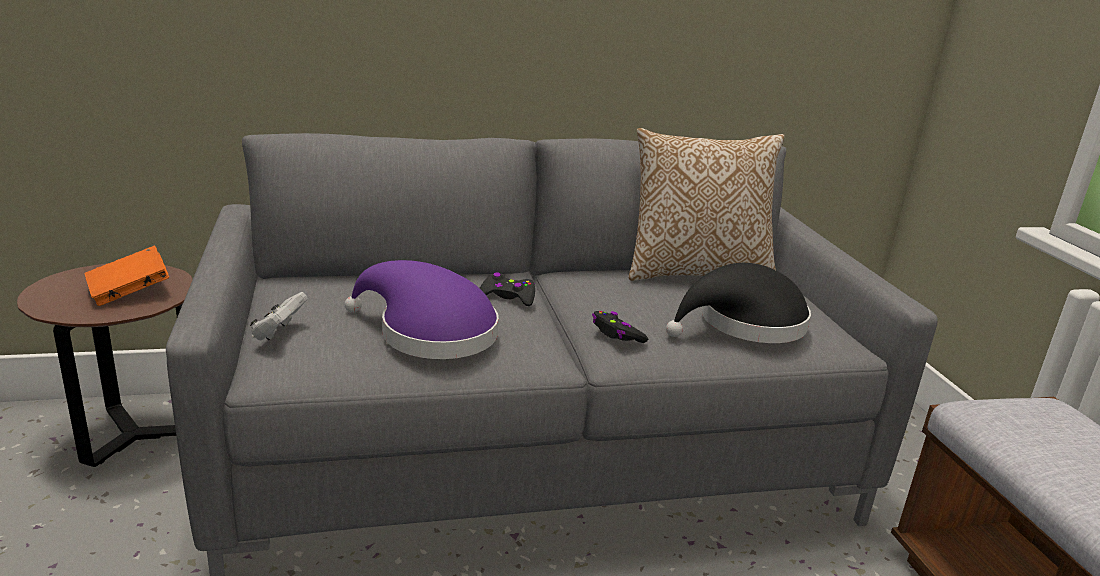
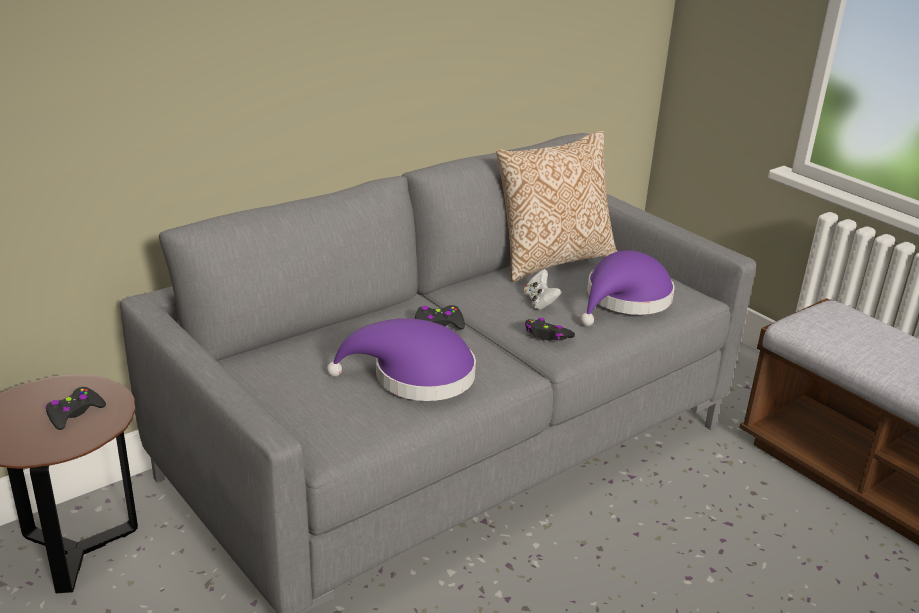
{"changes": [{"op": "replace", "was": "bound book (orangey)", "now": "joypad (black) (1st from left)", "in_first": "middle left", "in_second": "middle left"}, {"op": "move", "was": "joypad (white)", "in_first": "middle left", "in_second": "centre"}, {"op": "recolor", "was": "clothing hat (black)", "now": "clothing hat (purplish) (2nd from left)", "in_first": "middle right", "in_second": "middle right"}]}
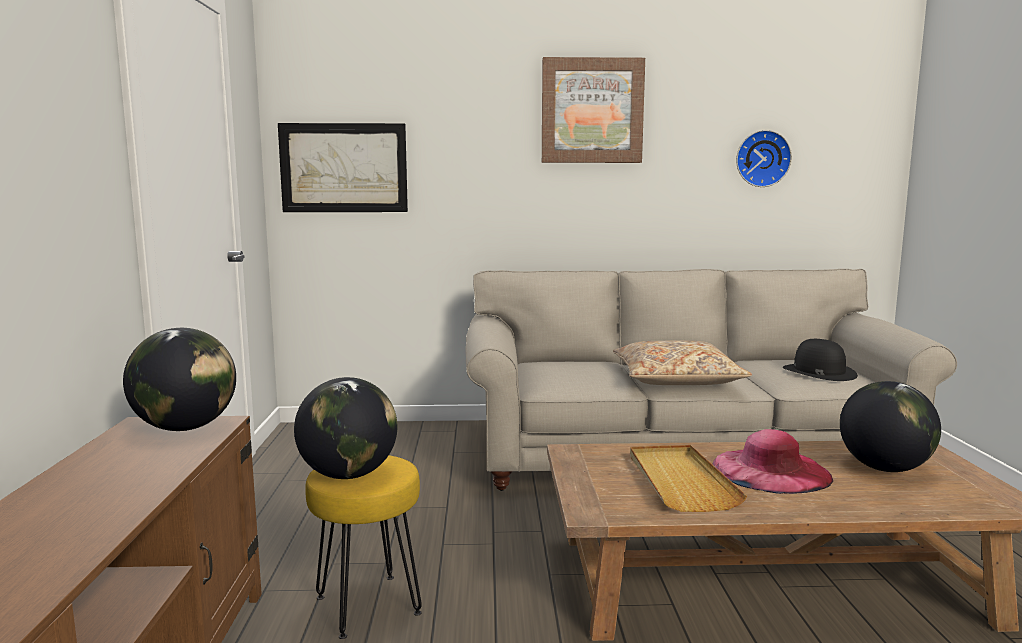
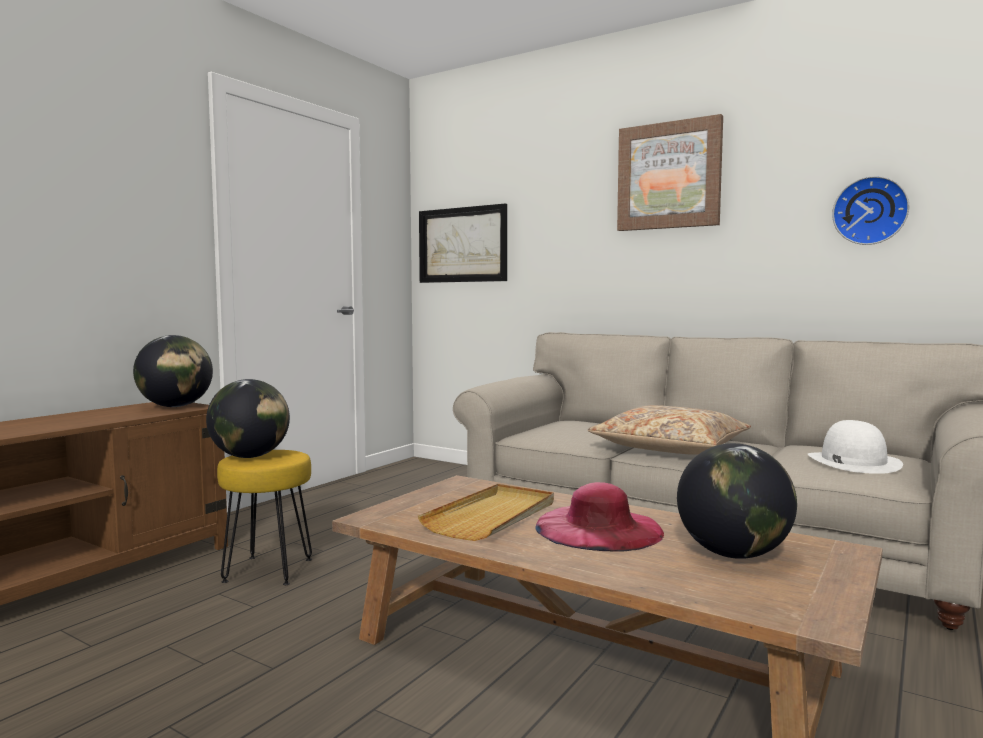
{"changes": [{"op": "recolor", "was": "clothing hat (black)", "now": "clothing hat (white)", "in_first": "middle right", "in_second": "middle right"}]}
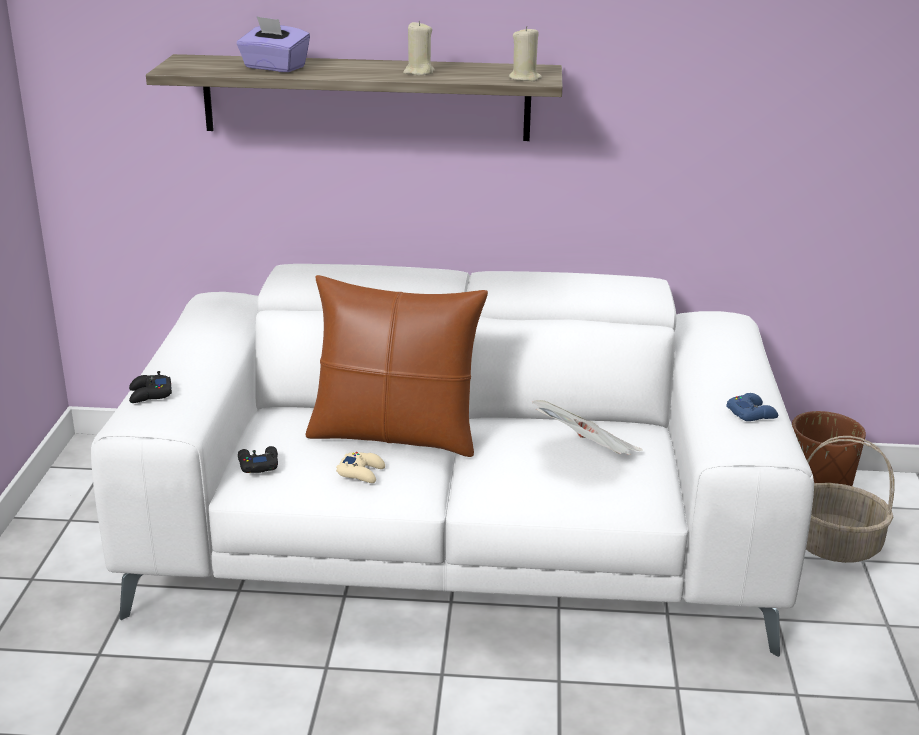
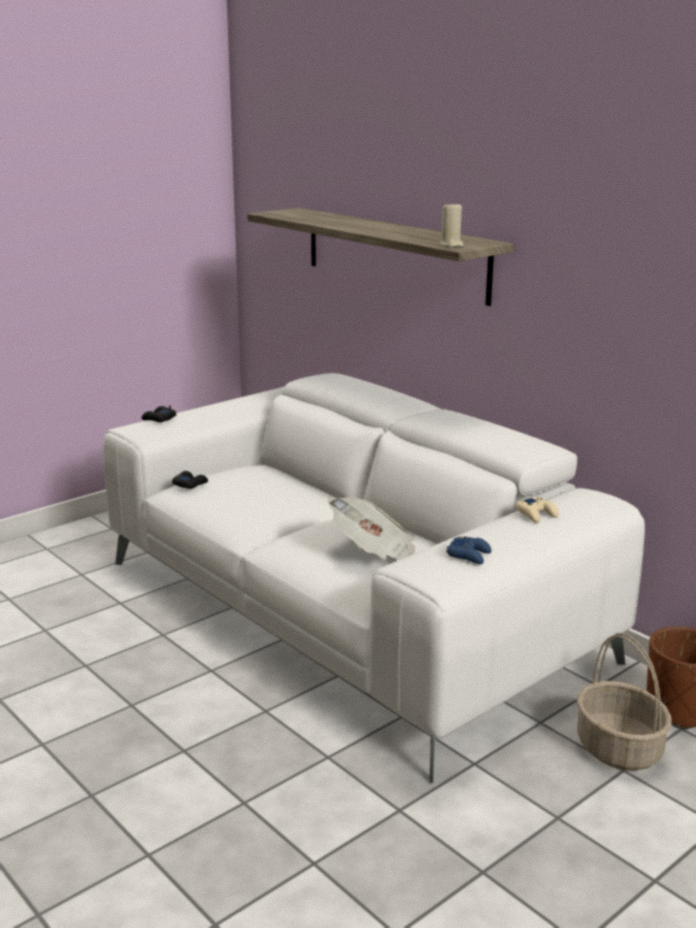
{"changes": [{"op": "delete", "was": "tissue box (purplish)", "in_first": "top left"}, {"op": "delete", "was": "cushion (brownish)", "in_first": "centre"}, {"op": "move", "was": "joypad (sand-coloured)", "in_first": "centre", "in_second": "middle right"}, {"op": "delete", "was": "wax candle (sand-coloured) (1st from left)", "in_first": "top centre"}]}
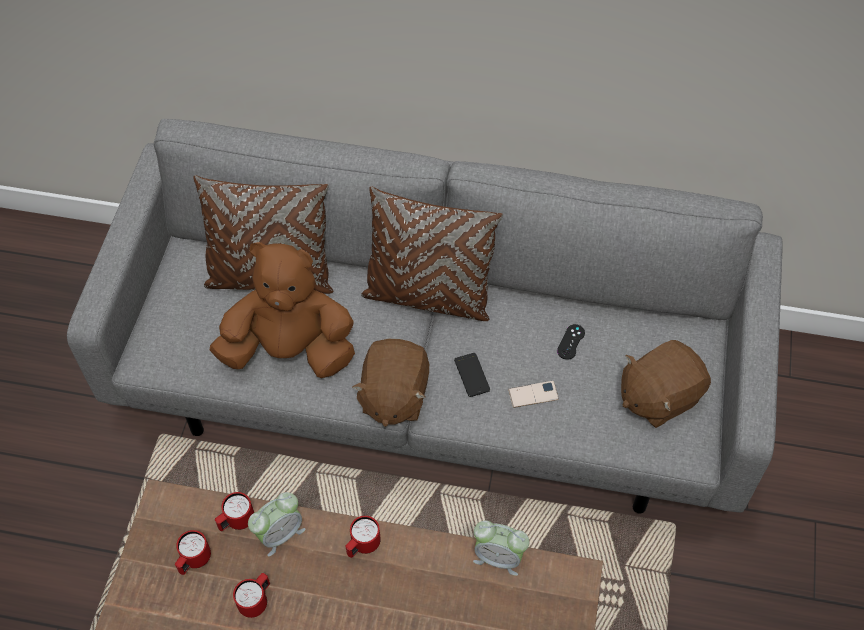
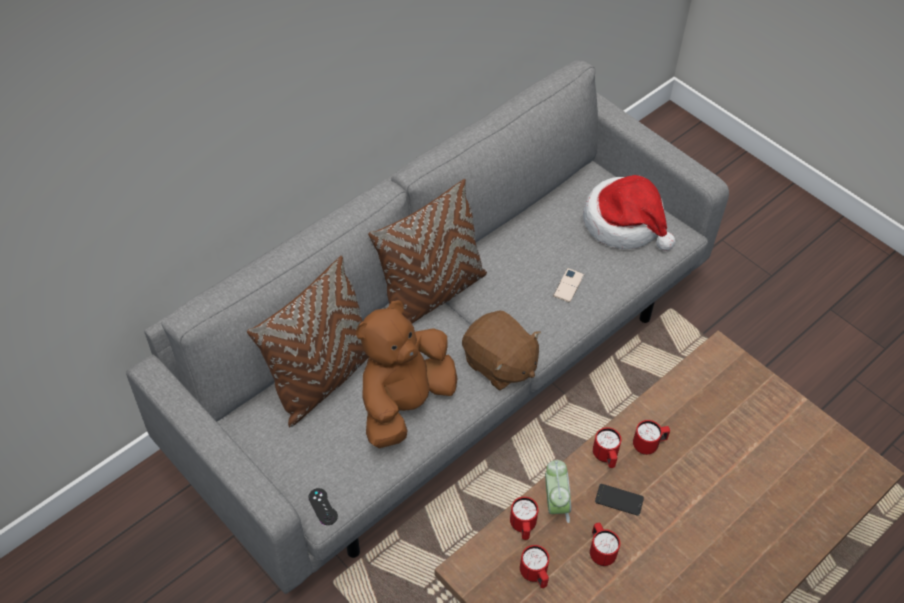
{"changes": [{"op": "move", "was": "telephone (1st from left in the first image)", "now": "telephone (2nd from left)", "in_first": "centre", "in_second": "bottom right"}, {"op": "delete", "was": "table clock (2nd from left)", "in_first": "bottom centre"}, {"op": "move", "was": "joypad (black)", "in_first": "centre", "in_second": "bottom centre"}, {"op": "replace", "was": "plush toy (brownish) (3rd from left)", "now": "clothing hat", "in_first": "middle right", "in_second": "middle right"}, {"op": "insert", "now": "tea mug (red-coloured) (5th from left)", "in_second": "bottom right"}]}
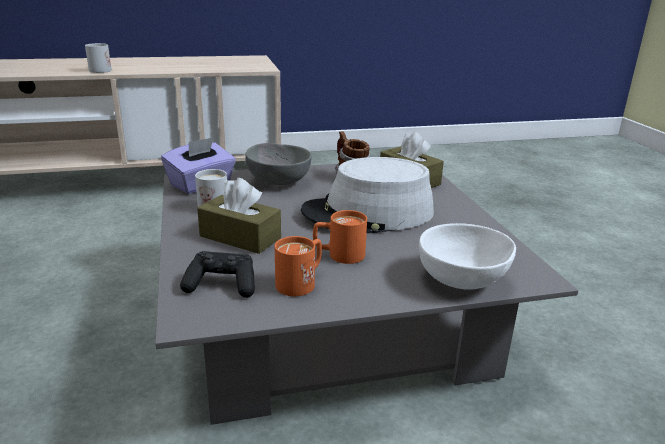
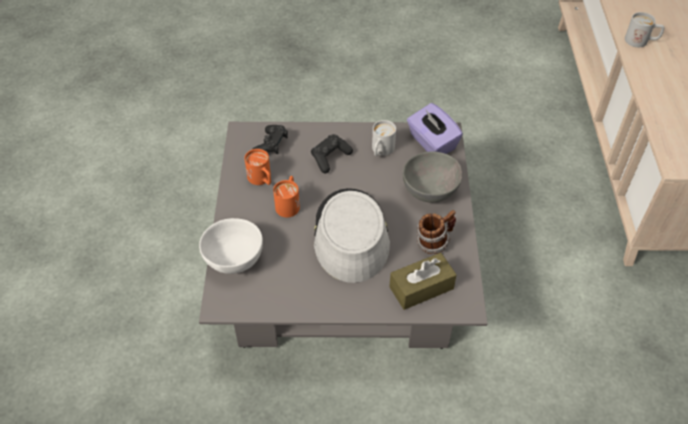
{"changes": [{"op": "replace", "was": "tissue box (brownish) (1st from left)", "now": "joypad (black) (2nd from left)", "in_first": "centre", "in_second": "centre"}]}
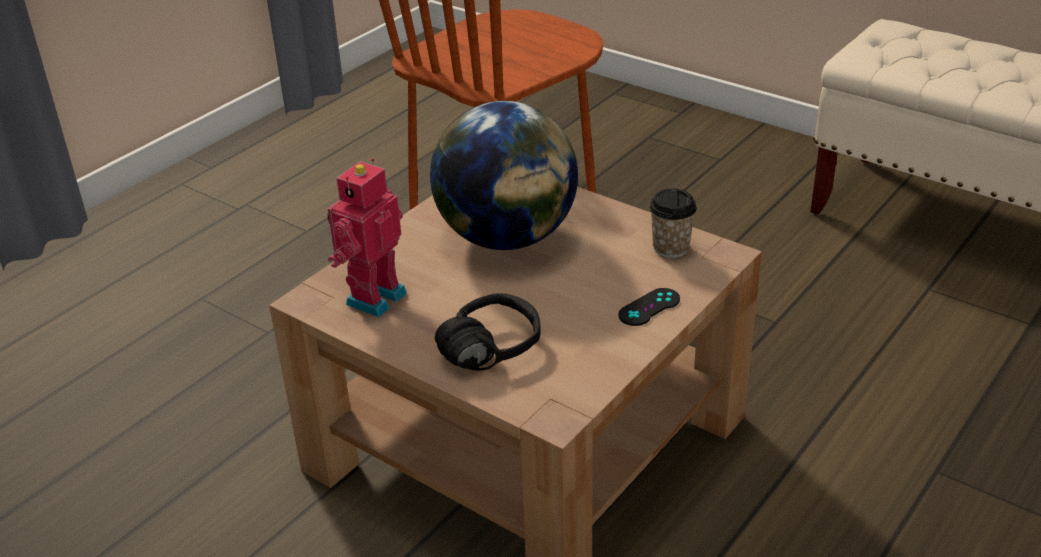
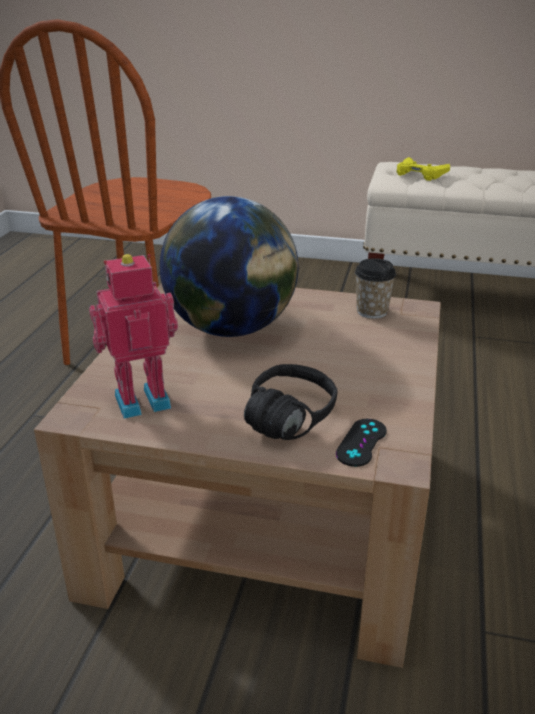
{"changes": [{"op": "rotate", "was": "model robot", "in_first": "centre", "in_second": "middle left", "clockwise": 60}, {"op": "move", "was": "joypad (black)", "in_first": "centre", "in_second": "middle right"}, {"op": "insert", "now": "joypad (yellowish)", "in_second": "top right"}]}
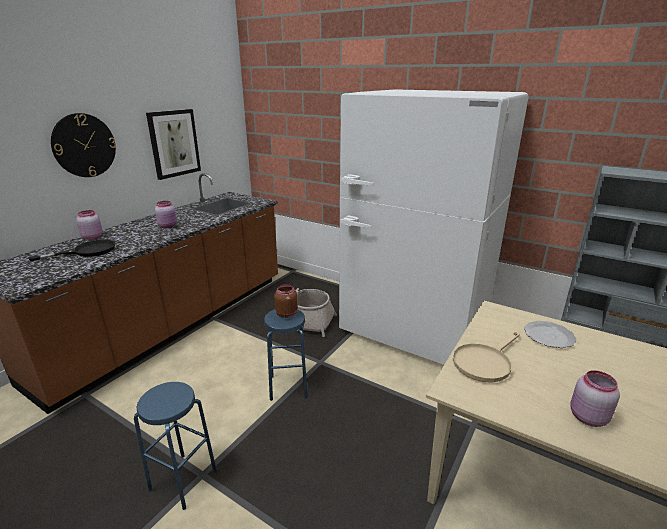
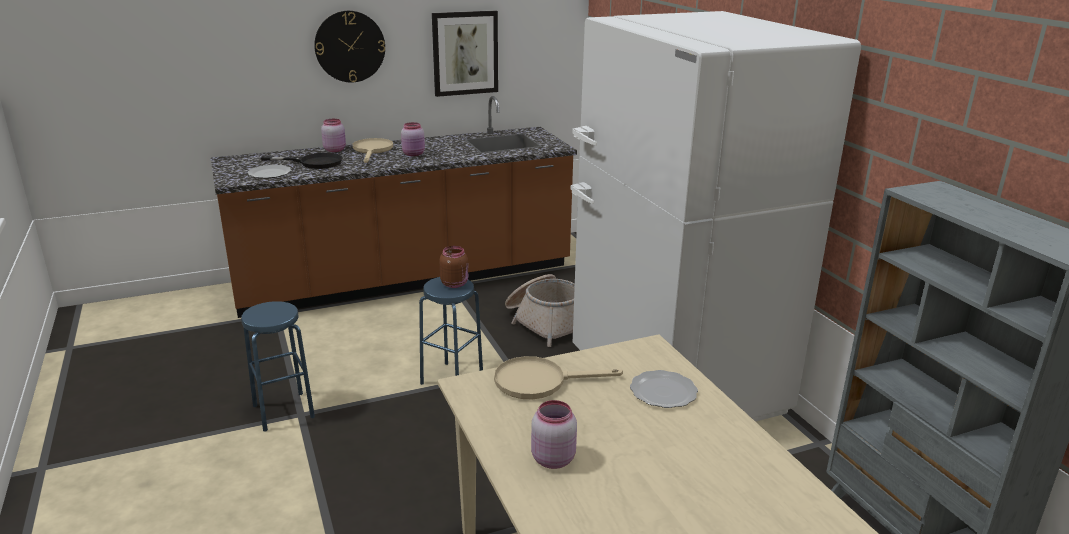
{"changes": [{"op": "insert", "now": "flat dish (1st from left)", "in_second": "top left"}, {"op": "insert", "now": "pan (sand-coloured) (1st from left)", "in_second": "top centre"}]}
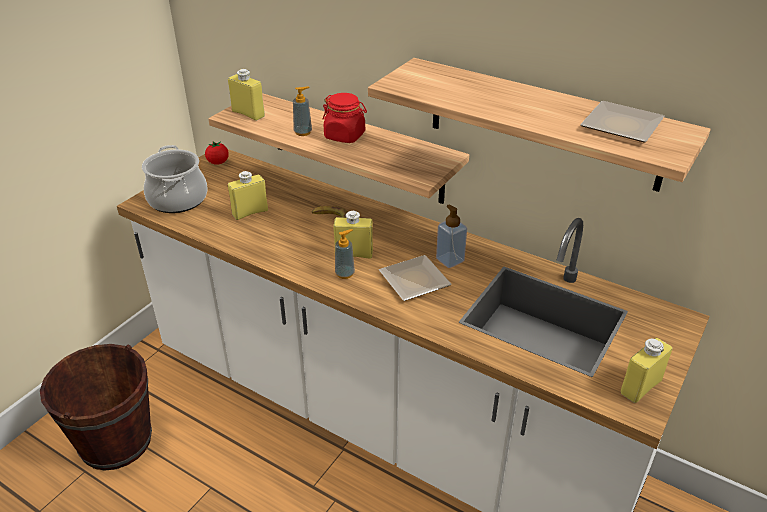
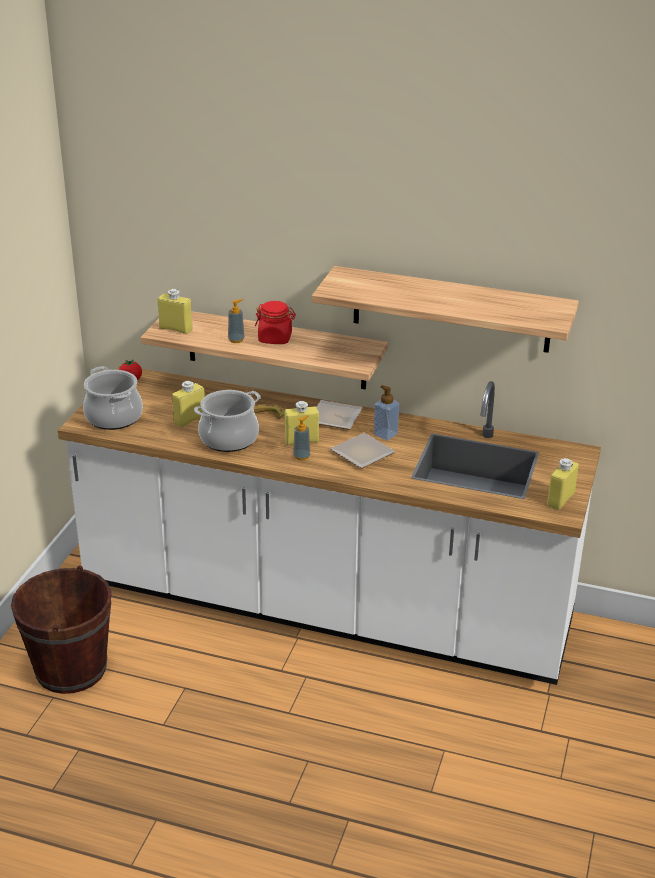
{"changes": [{"op": "move", "was": "flat dish (2nd from left in the first image)", "now": "flat dish (1st from left)", "in_first": "top right", "in_second": "centre"}, {"op": "insert", "now": "stockpot (2nd from left)", "in_second": "centre"}]}
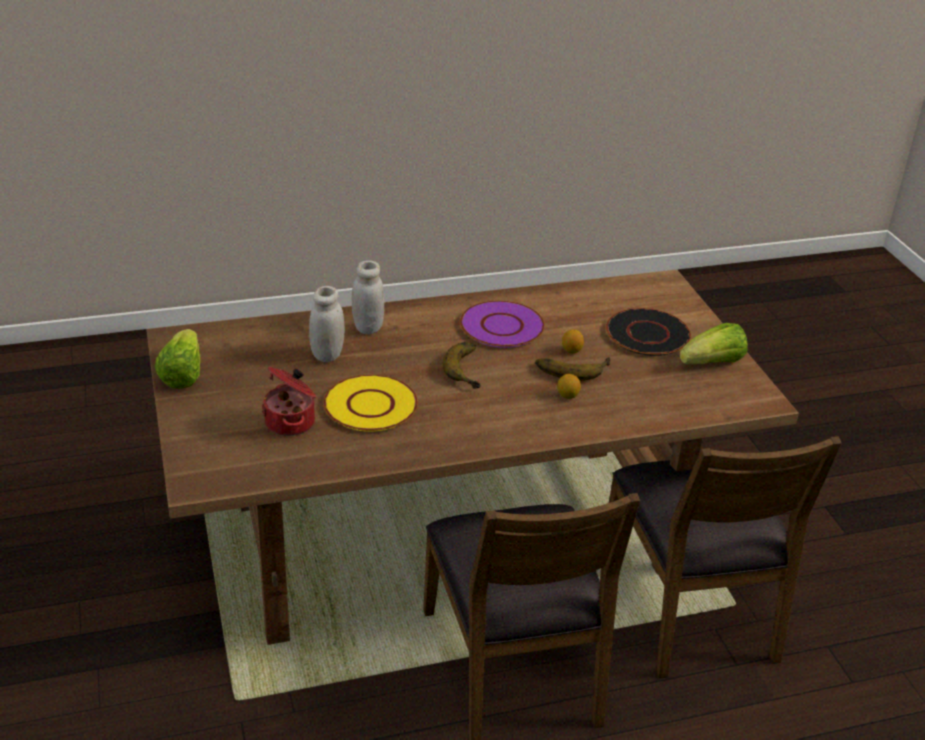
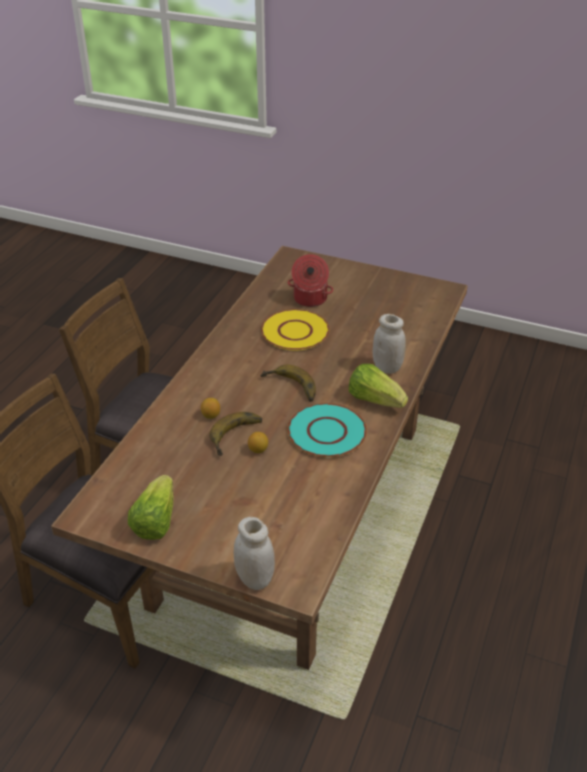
{"changes": [{"op": "move", "was": "head of lettuce (1st from left in the first image)", "now": "head of lettuce (2nd from left)", "in_first": "middle left", "in_second": "centre"}, {"op": "move", "was": "storage jar (white) (1st from left)", "in_first": "centre", "in_second": "bottom centre"}, {"op": "recolor", "was": "flat dish (purplish)", "now": "flat dish (blue-green)", "in_first": "centre", "in_second": "centre"}, {"op": "delete", "was": "flat dish (black)", "in_first": "middle right"}]}
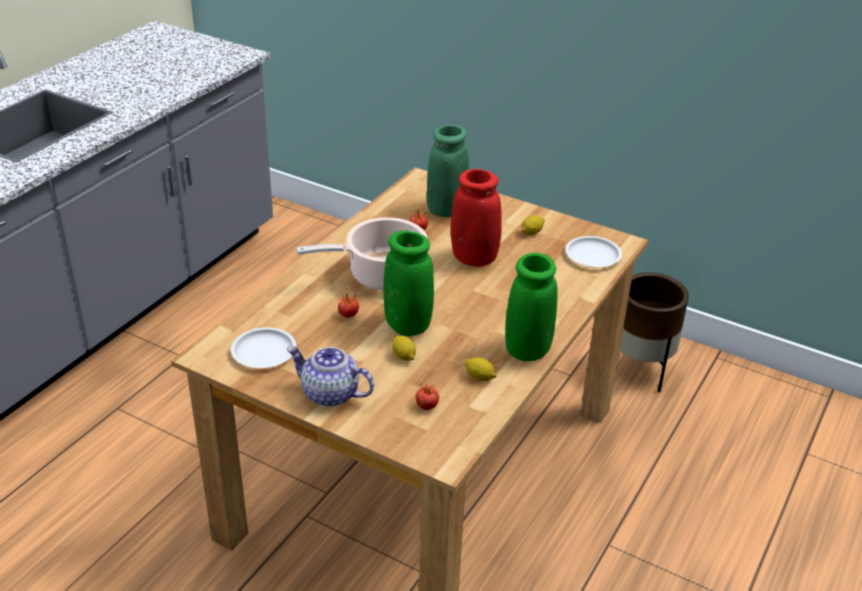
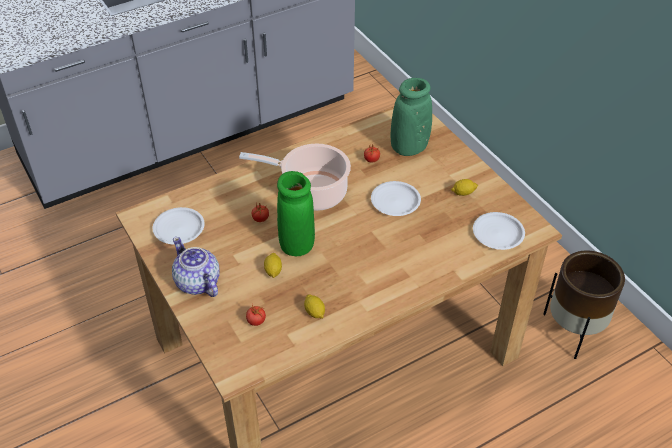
{"changes": [{"op": "replace", "was": "flower vase (red-coloured)", "now": "flat dish (white) (2nd from left)", "in_first": "centre", "in_second": "centre"}, {"op": "delete", "was": "flower vase (green-coloured) (3rd from left)", "in_first": "centre"}]}
